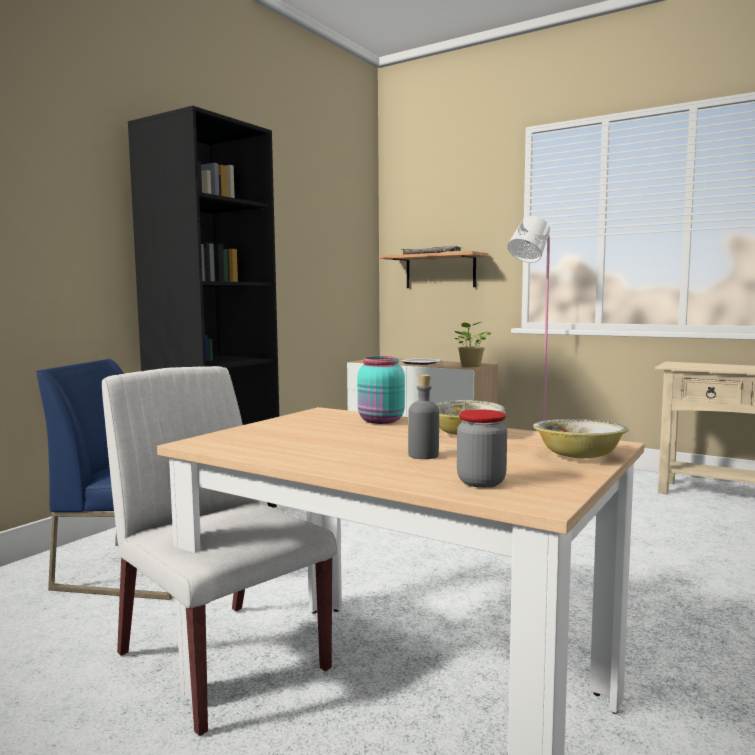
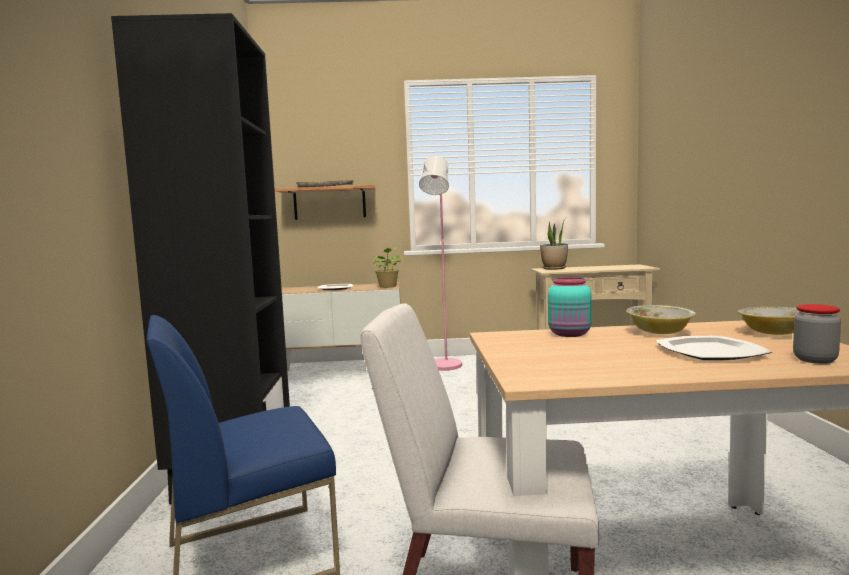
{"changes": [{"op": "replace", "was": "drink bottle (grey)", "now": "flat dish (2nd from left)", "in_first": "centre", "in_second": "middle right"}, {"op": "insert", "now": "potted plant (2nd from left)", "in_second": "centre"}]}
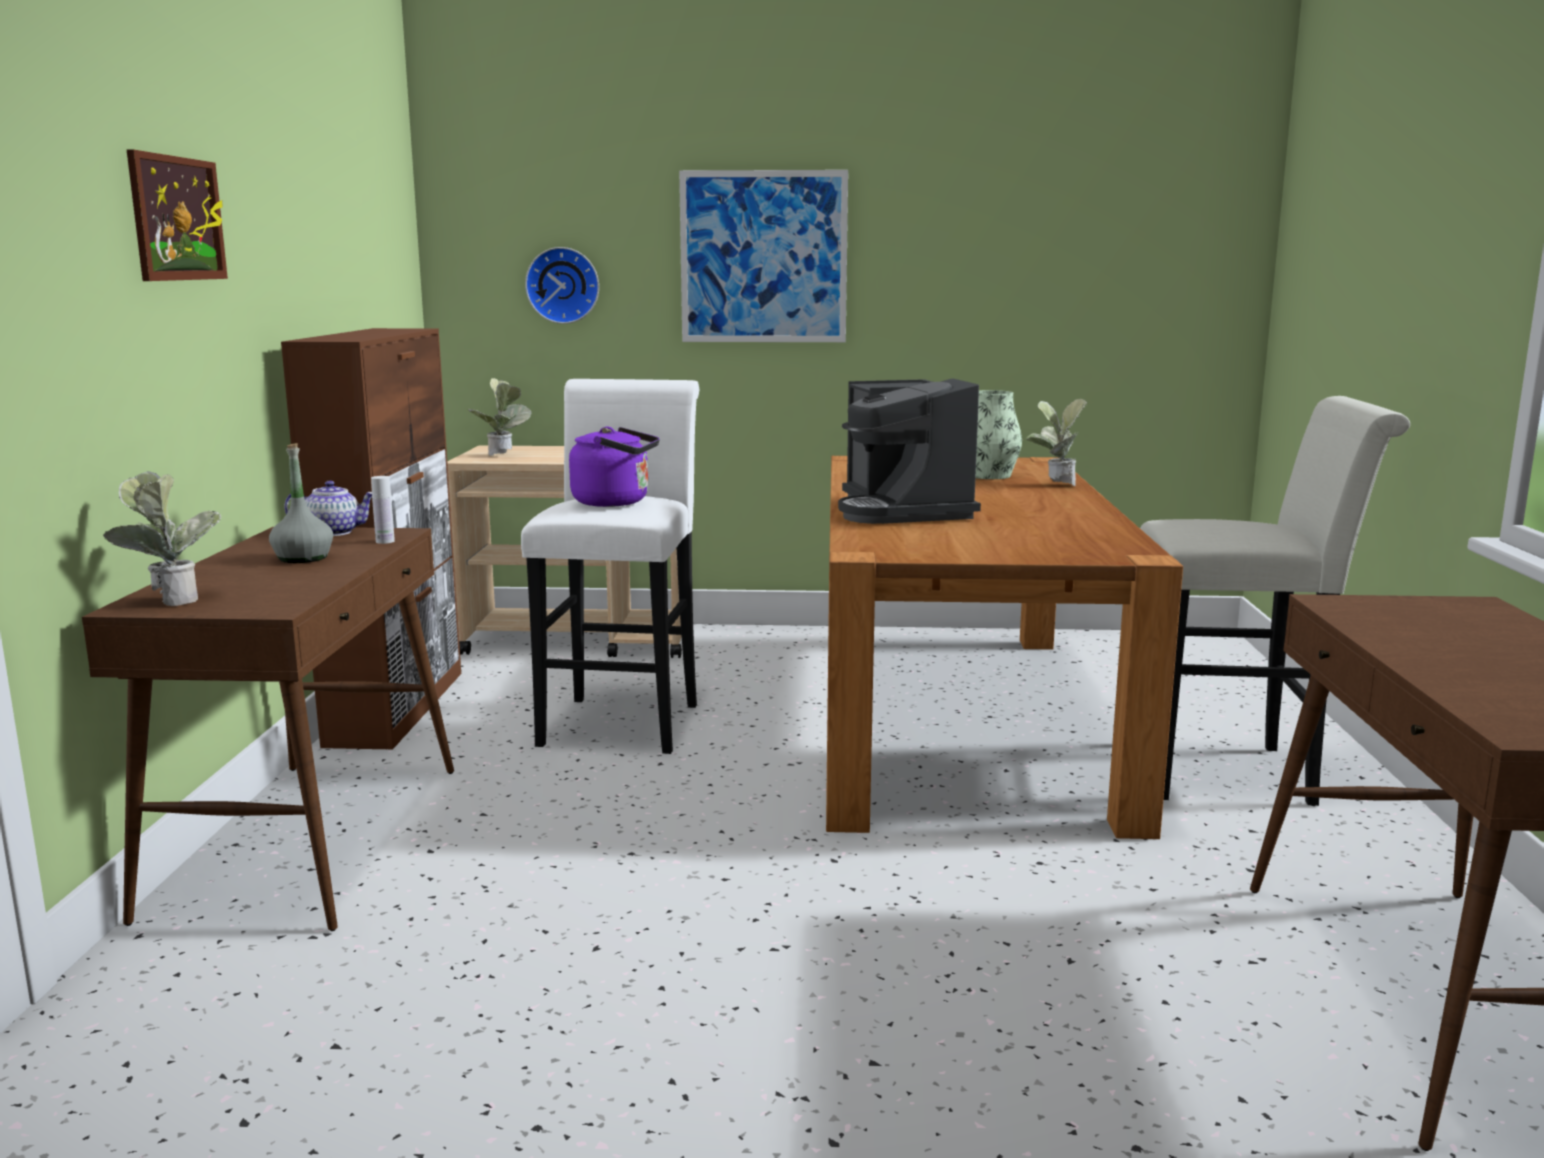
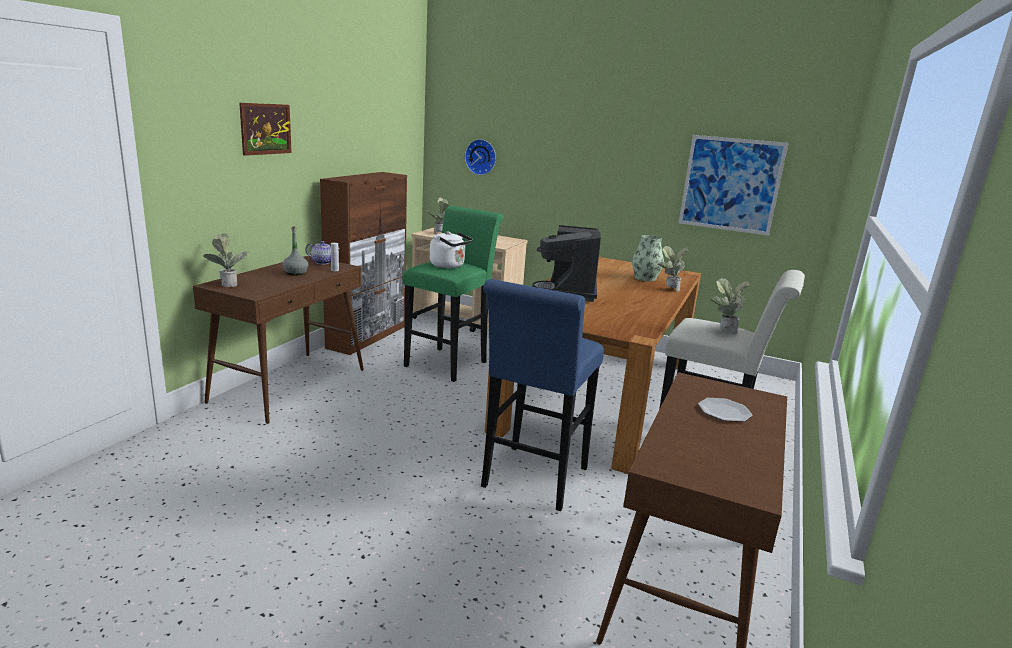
{"changes": [{"op": "recolor", "was": "sitting stool (white) (1st from left)", "now": "sitting stool (green-coloured)", "in_first": "centre", "in_second": "centre"}, {"op": "recolor", "was": "tea kettle (purplish)", "now": "tea kettle (white)", "in_first": "centre", "in_second": "centre"}, {"op": "move", "was": "wall art (2nd from left)", "in_first": "top centre", "in_second": "top right"}, {"op": "insert", "now": "sitting stool (blue-coloured)", "in_second": "centre"}, {"op": "insert", "now": "flat dish", "in_second": "middle right"}, {"op": "insert", "now": "potted plant (4th from left)", "in_second": "middle right"}]}
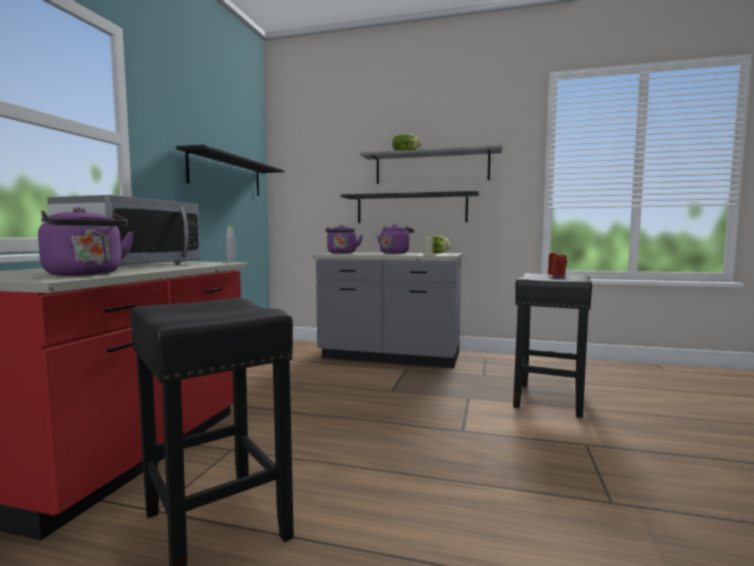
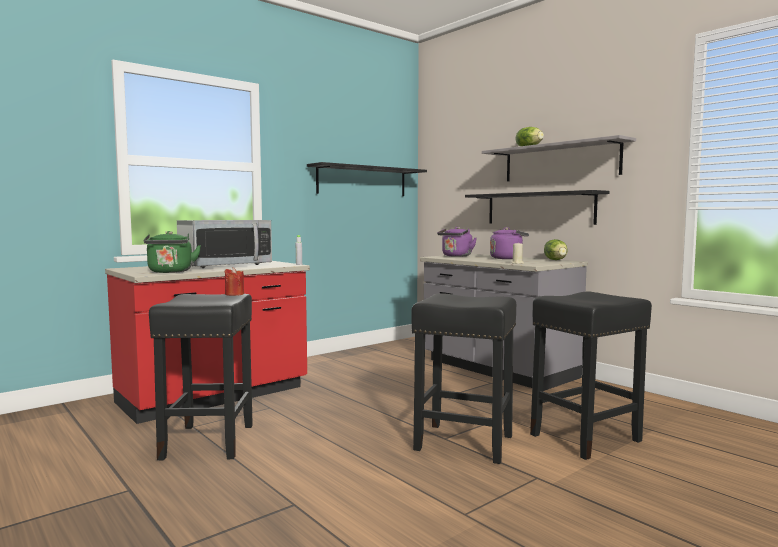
{"changes": [{"op": "recolor", "was": "tea kettle (purplish) (1st from left)", "now": "tea kettle (green-coloured)", "in_first": "middle left", "in_second": "middle left"}, {"op": "move", "was": "wax candle (red-coloured)", "in_first": "middle right", "in_second": "middle left"}, {"op": "insert", "now": "sitting stool (black) (2nd from left)", "in_second": "bottom centre"}]}
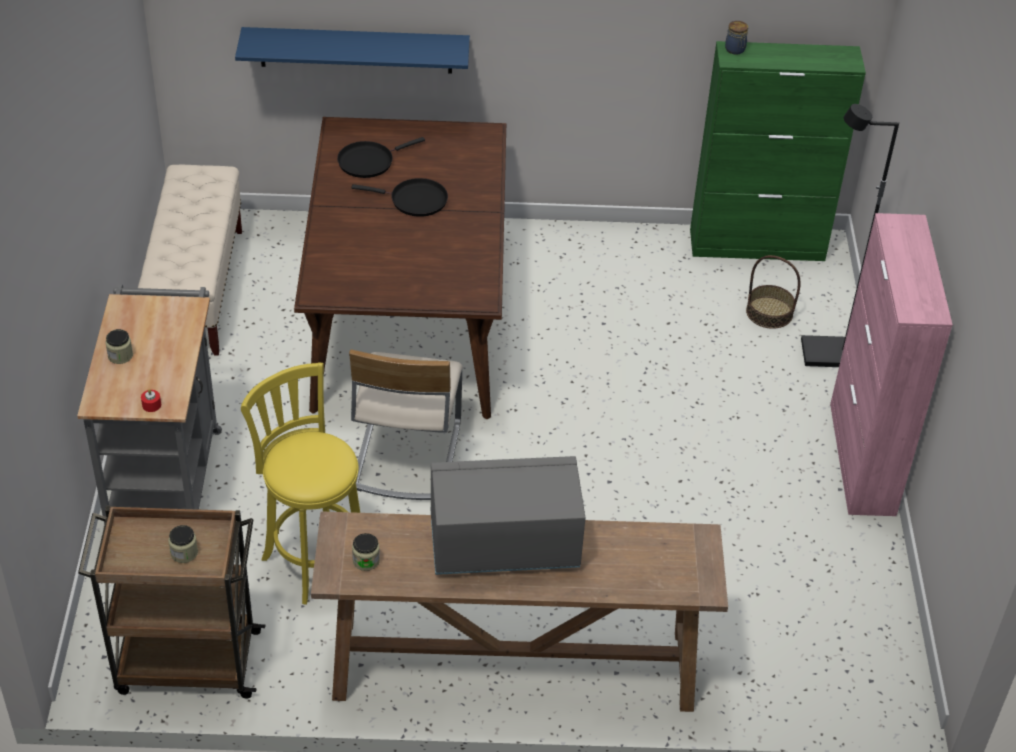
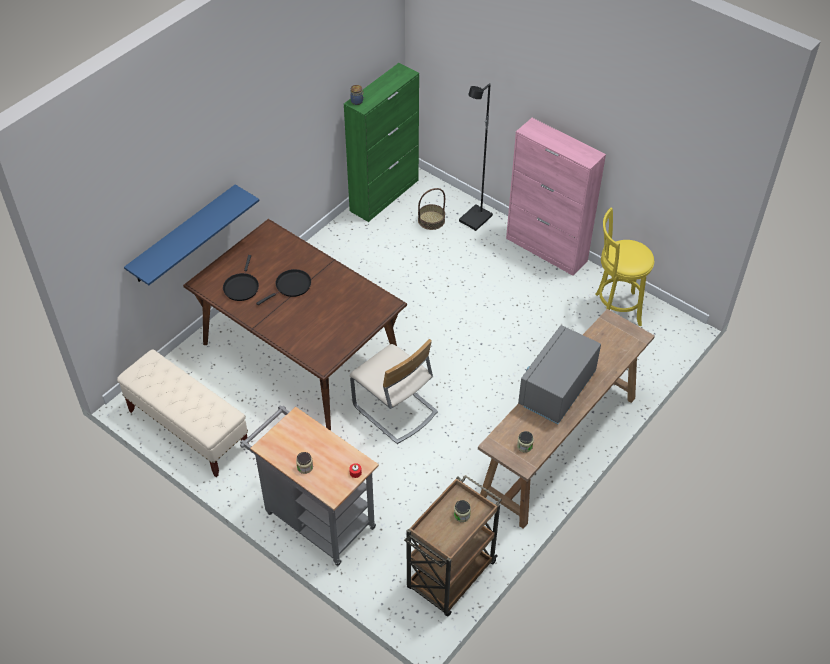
{"changes": [{"op": "move", "was": "sitting stool (yellowish)", "in_first": "middle left", "in_second": "middle right"}]}
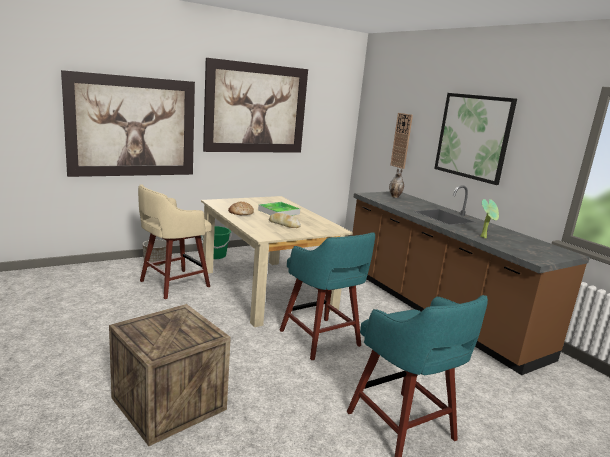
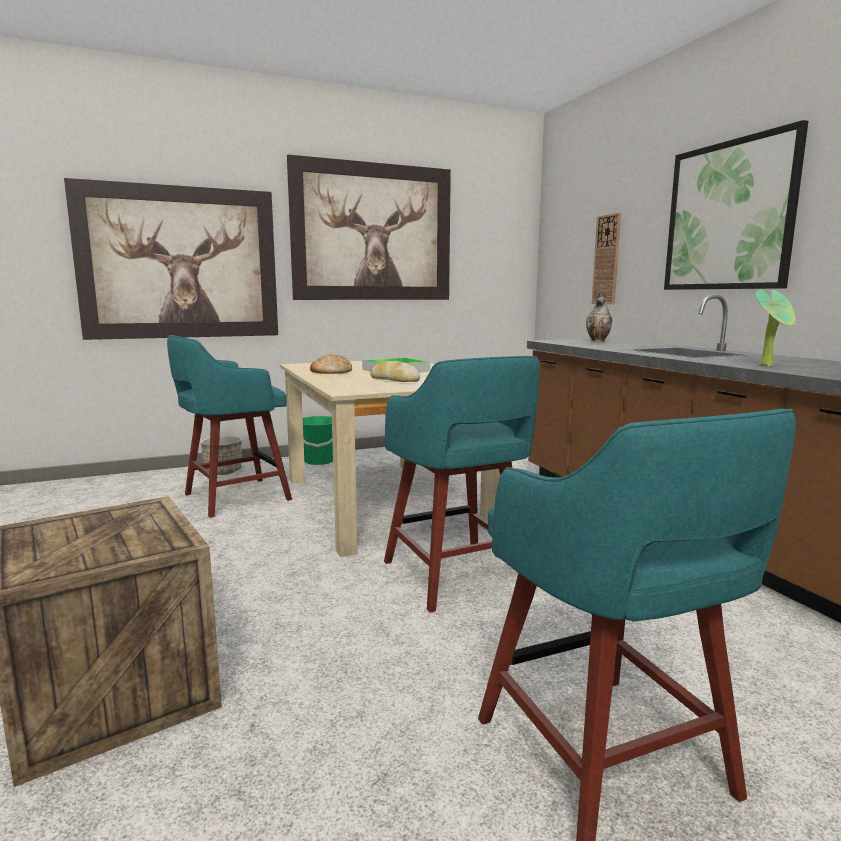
{"changes": [{"op": "recolor", "was": "sitting stool (sand-coloured)", "now": "sitting stool (blue-green) (1st from left)", "in_first": "middle left", "in_second": "middle left"}]}
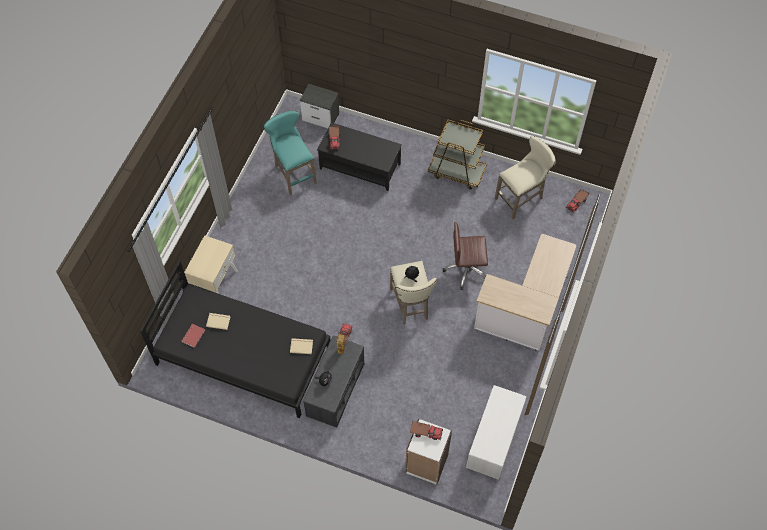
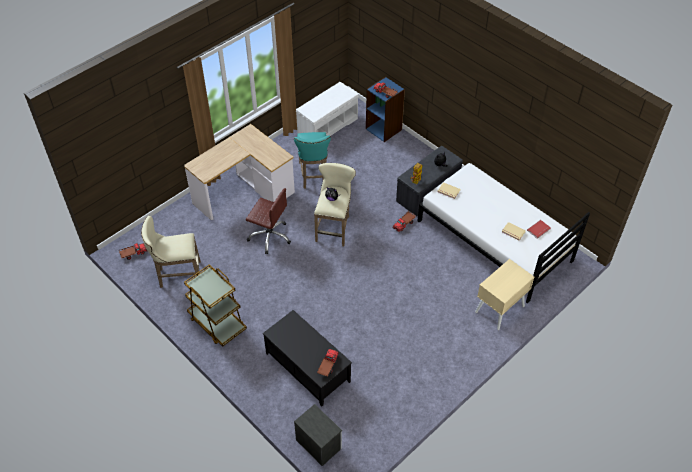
{"changes": [{"op": "recolor", "was": "bedroom bed (black)", "now": "bedroom bed (white)", "in_first": "middle left", "in_second": "middle right"}, {"op": "move", "was": "sitting stool (blue-green)", "in_first": "top centre", "in_second": "centre"}, {"op": "recolor", "was": "bookshelf (white)", "now": "bookshelf (blue-coloured)", "in_first": "bottom centre", "in_second": "top centre"}]}
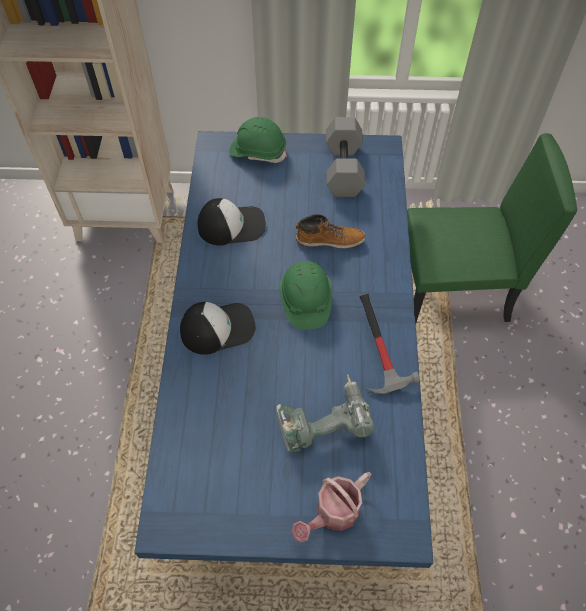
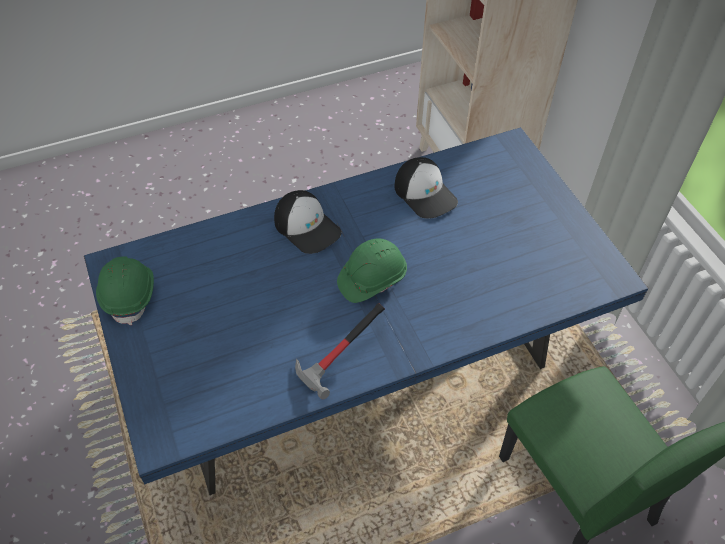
{"changes": [{"op": "move", "was": "hard hat (green-coloured) (1st from left)", "in_first": "top centre", "in_second": "middle left"}, {"op": "delete", "was": "power drill", "in_first": "bottom centre"}, {"op": "delete", "was": "watering pot", "in_first": "bottom centre"}, {"op": "delete", "was": "tall boot", "in_first": "centre"}, {"op": "delete", "was": "hand weight (grey)", "in_first": "top centre"}]}
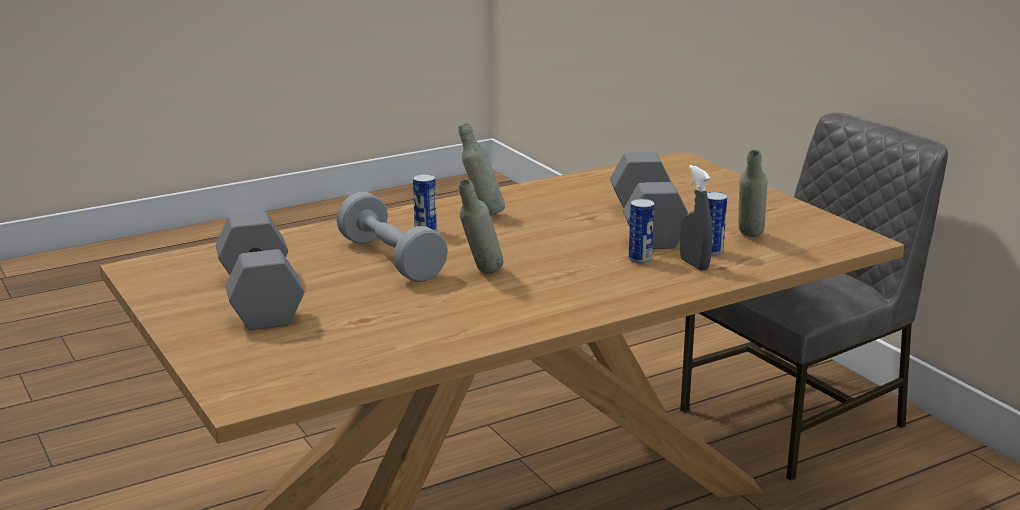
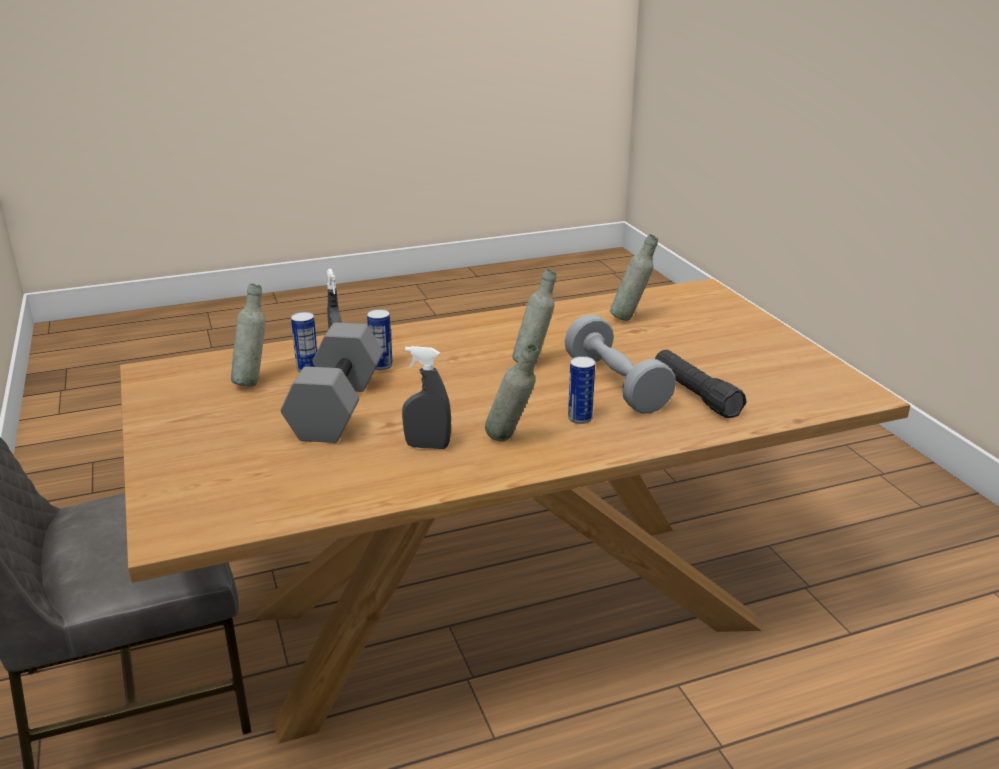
{"changes": [{"op": "delete", "was": "hand weight (grey) (1st from left)", "in_first": "middle left"}, {"op": "insert", "now": "sprayer (grey) (2nd from left)", "in_second": "centre"}, {"op": "insert", "now": "drink bottle (grey) (4th from left)", "in_second": "centre"}, {"op": "insert", "now": "torch (black)", "in_second": "middle right"}]}
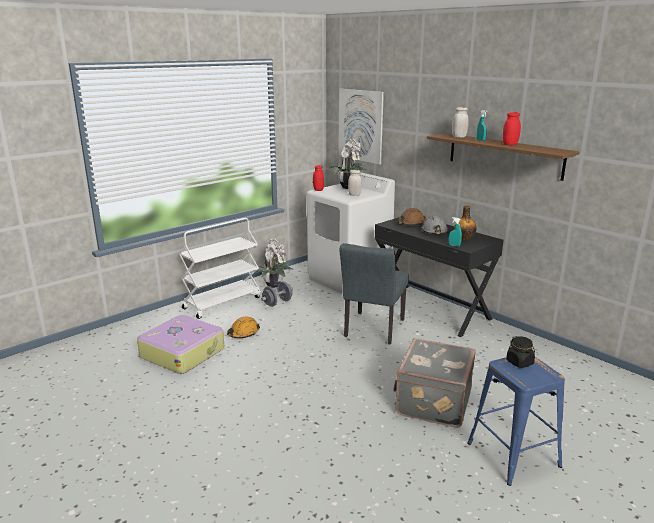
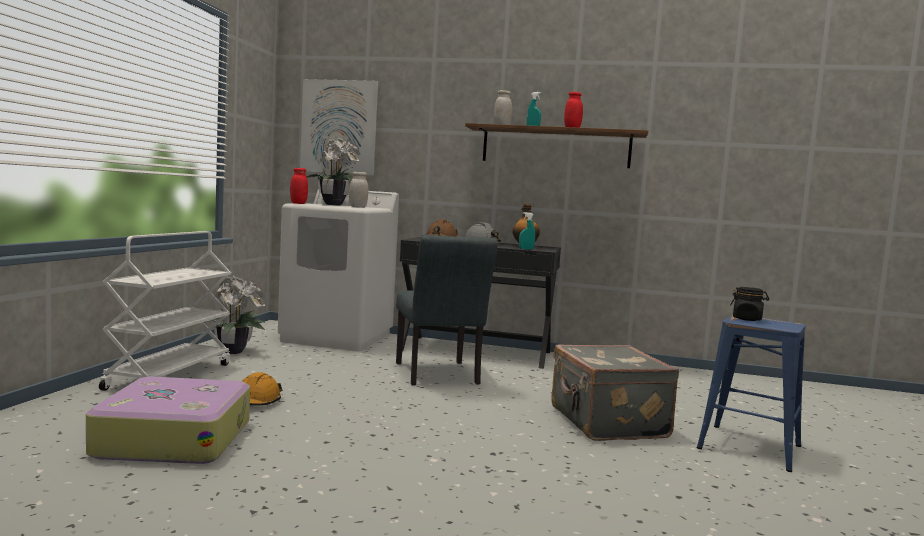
{"changes": [{"op": "delete", "was": "hand weight (grey)", "in_first": "centre"}]}
